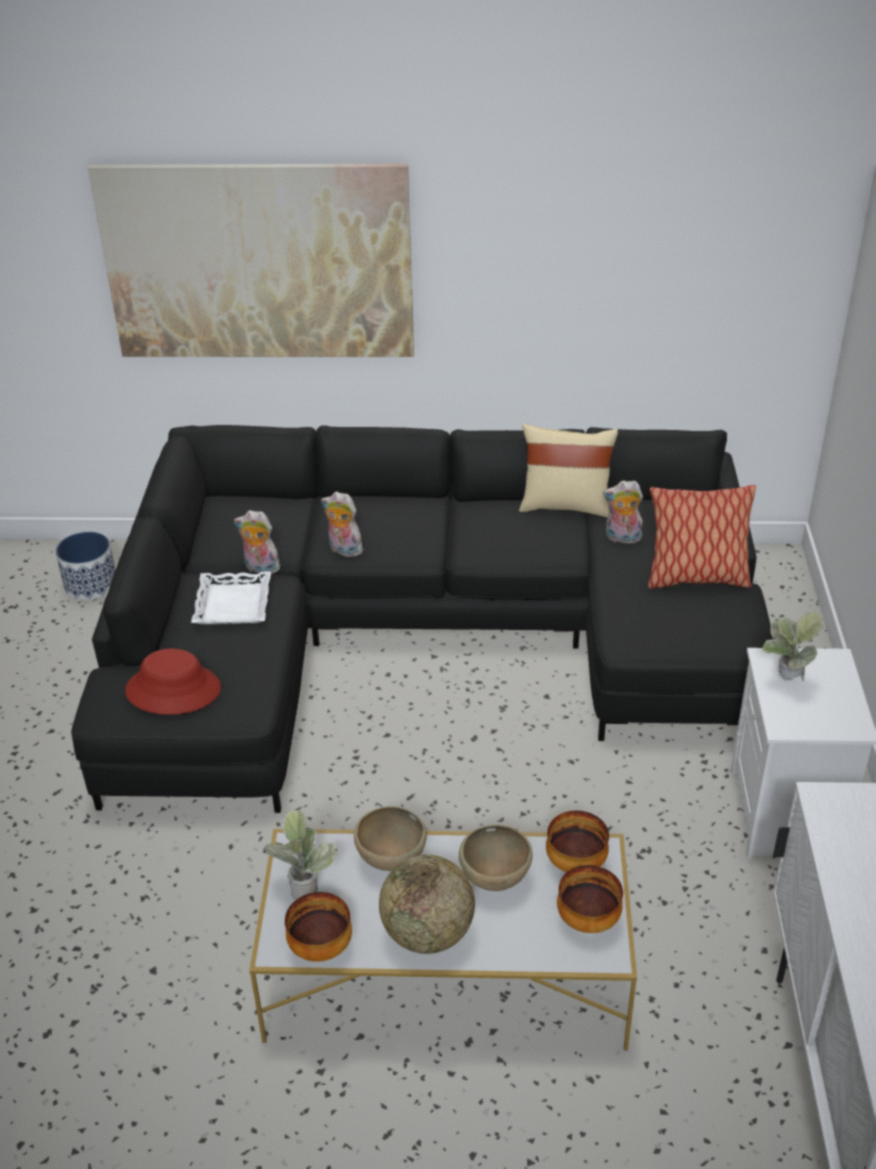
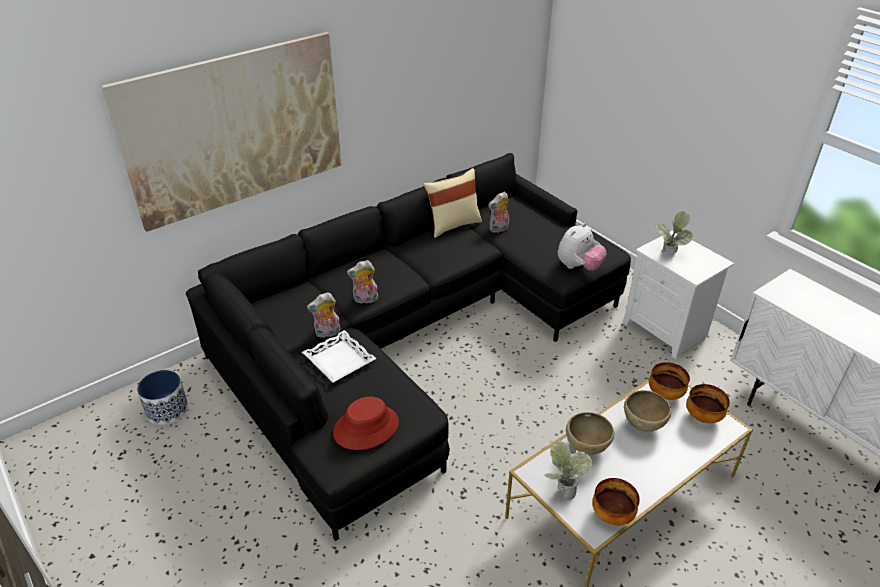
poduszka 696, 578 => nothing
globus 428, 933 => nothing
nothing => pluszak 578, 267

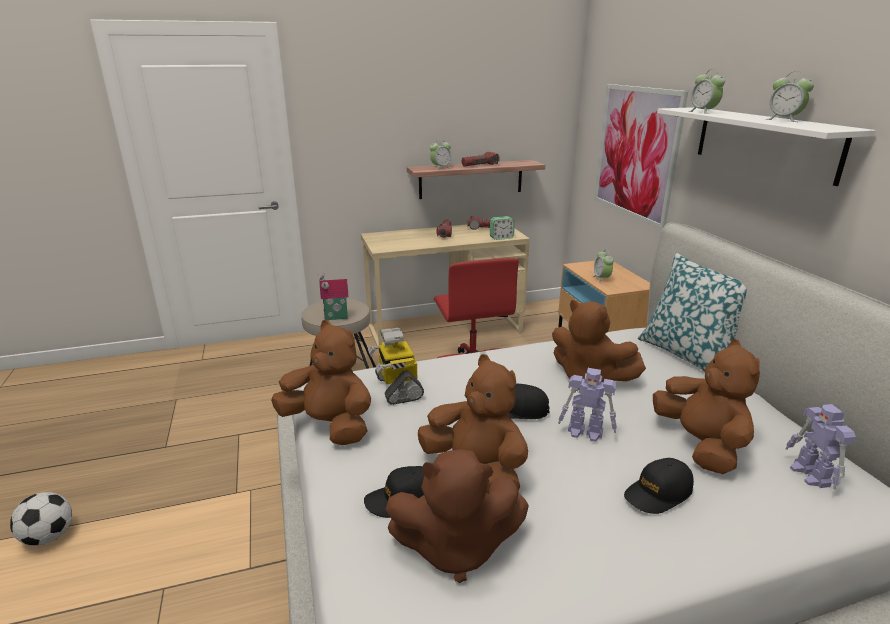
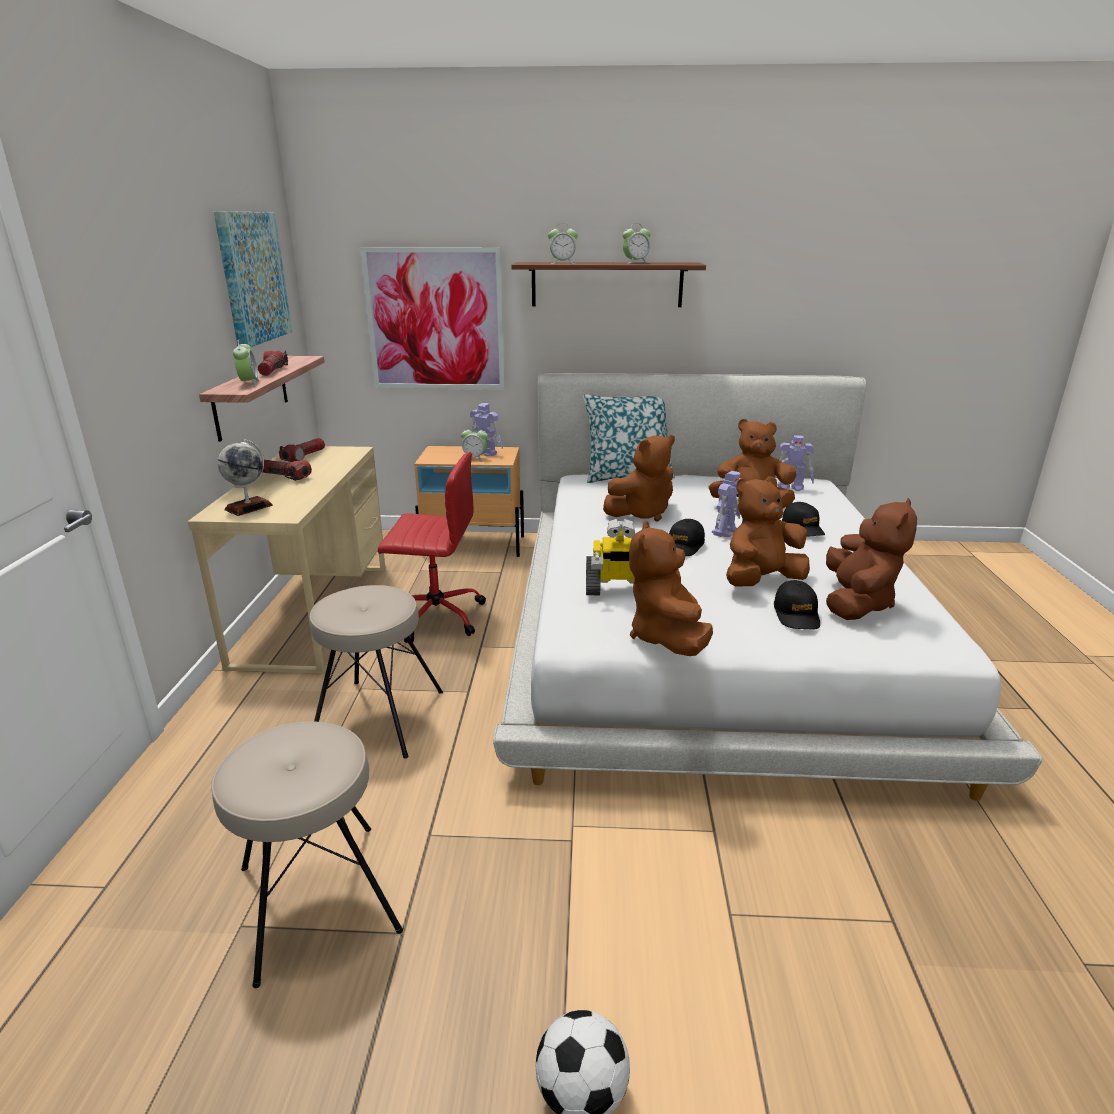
półka/biały 764, 142 => półka/brązowy 607, 284
budzik 501, 238 => nothing
domek 336, 318 => nothing
pluszak/brązowy 329, 425 => pluszak/brązowy 667, 638, 45 degrees counterclockwise
nothing => obraz 253, 278
nothing => robot zabawkowy 485, 453
nothing => globus 249, 507
nothing => stołek/beżowy 316, 899

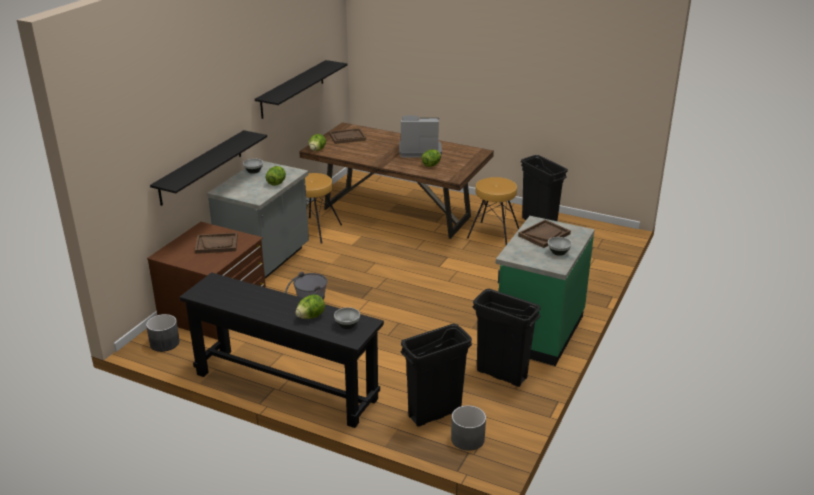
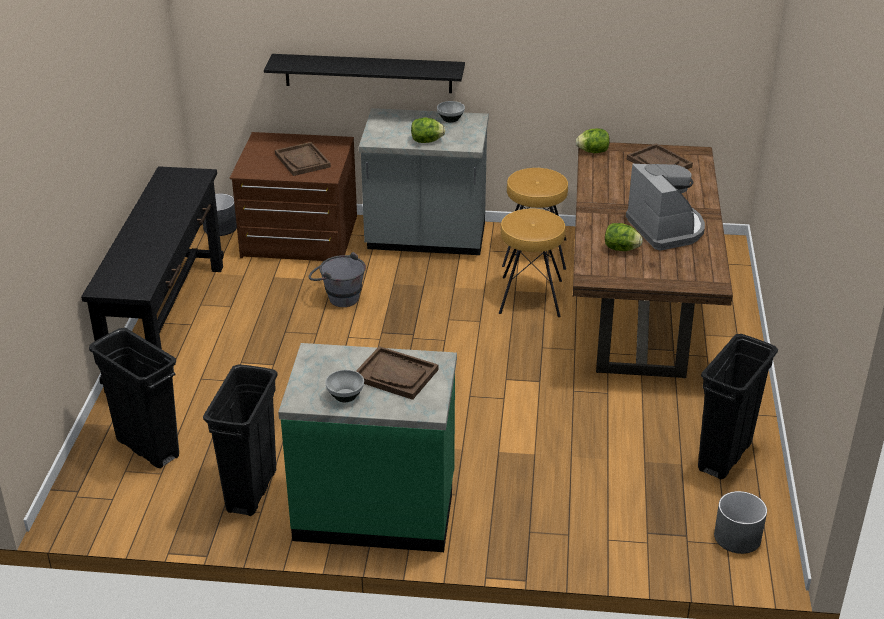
półka/czarny 292, 89 => nothing
stołek/brązowy 493, 234 => stołek/brązowy 530, 296, move
sałata 311, 316 => nothing
miska 347, 325 => nothing
donica/szary 468, 439 => donica/szary 737, 537, move

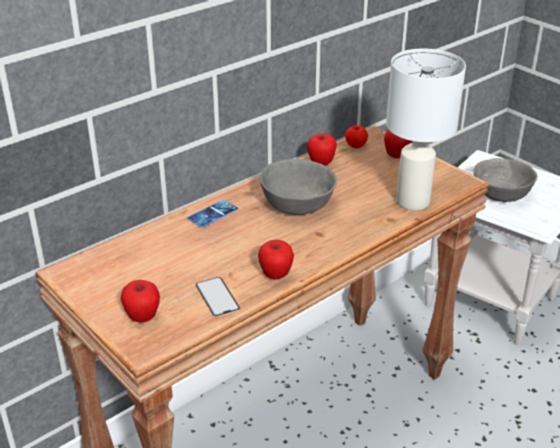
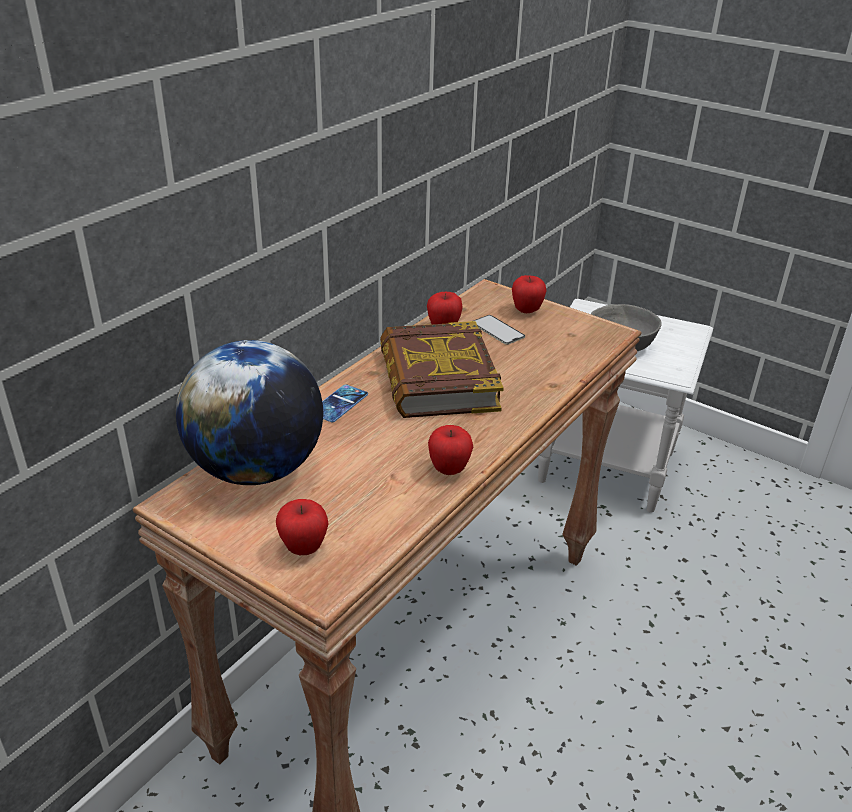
lampa stołowa/biały 414, 201 => nothing
jabłko 356, 146 => nothing
miska/szary 297, 204 => książka 437, 379
telefon 217, 297 => telefon 497, 330, move
nothing => globus 256, 469

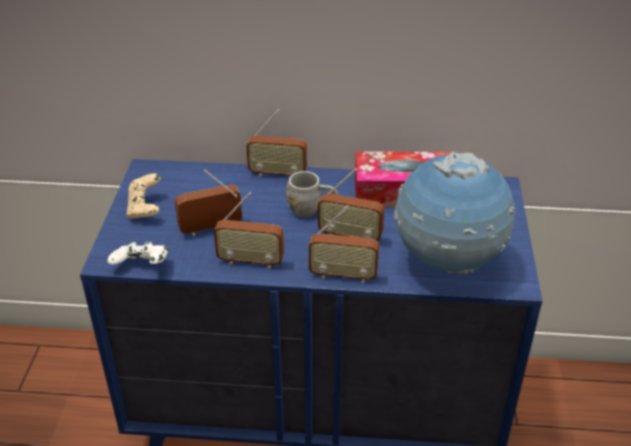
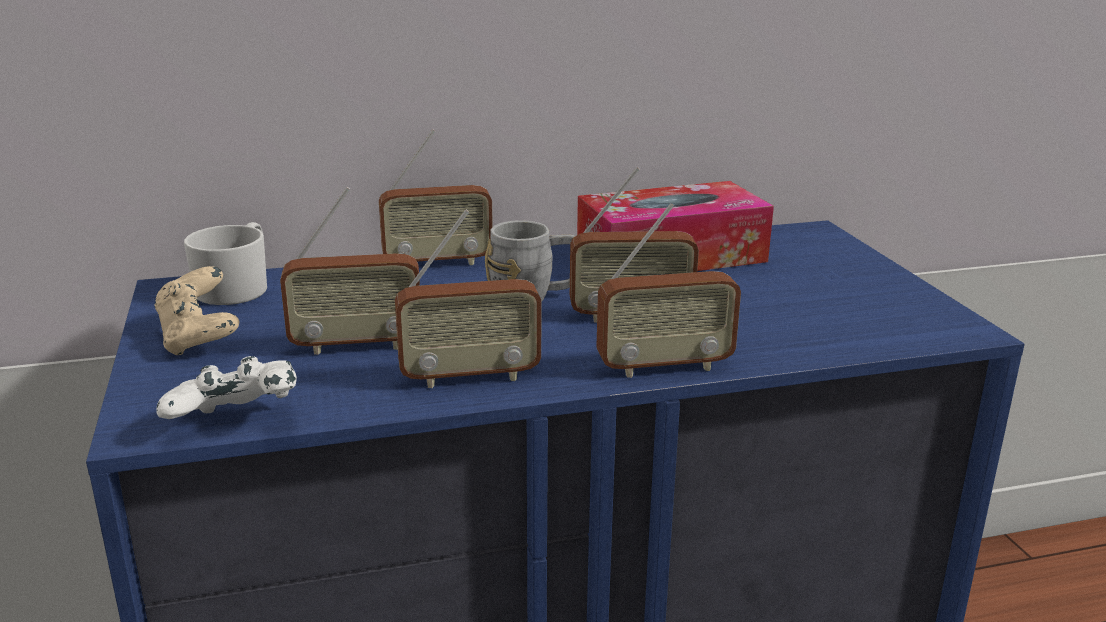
globus 447, 262 => nothing
radio 211, 228 => radio 356, 345, 150 degrees counterclockwise
nothing => kubek/biały 237, 287

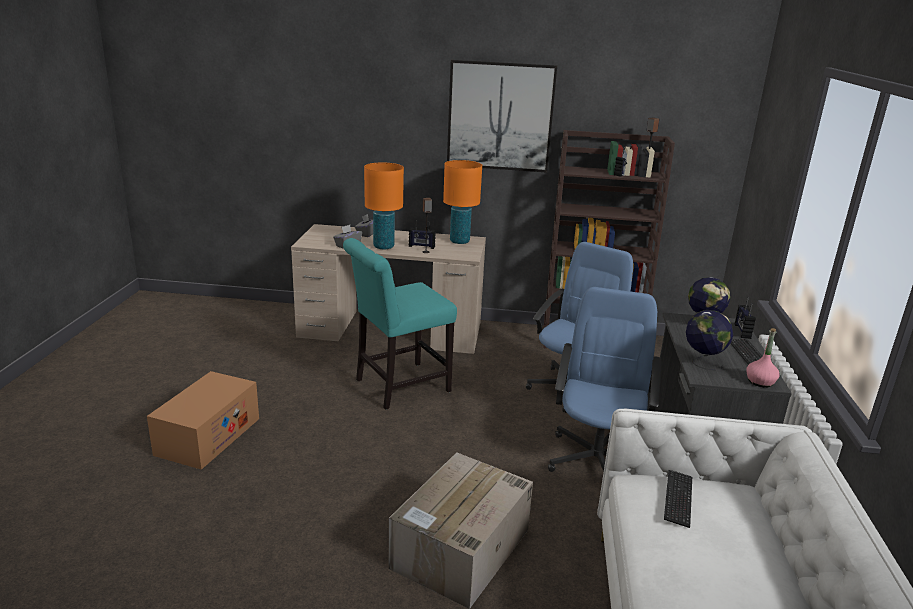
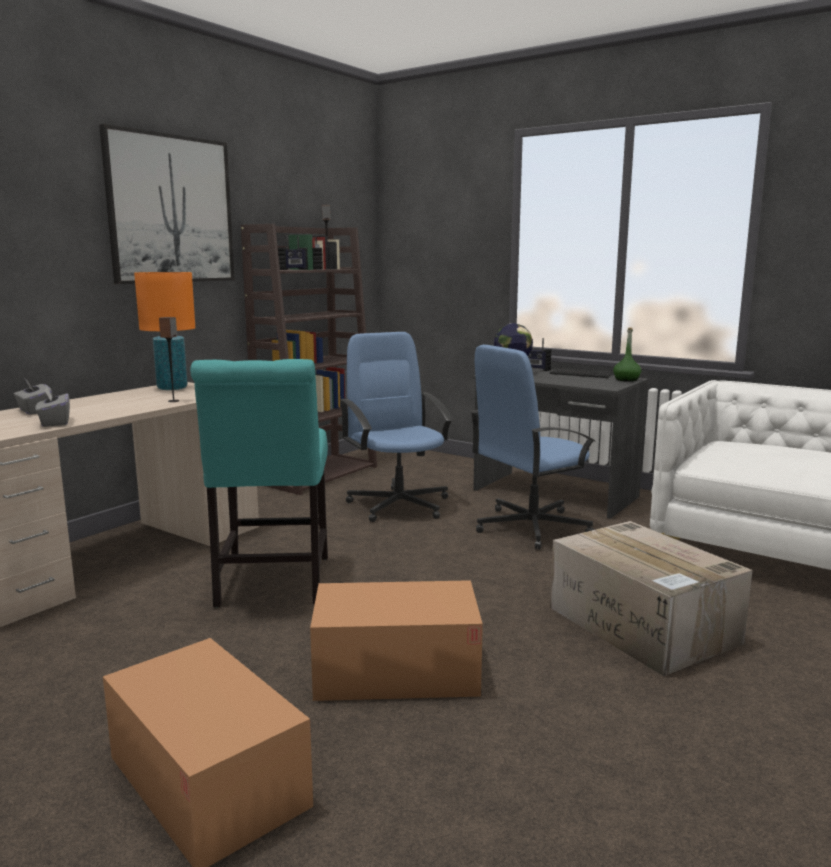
lampa stołowa/pomarańczowy 383, 246 => nothing
radio 421, 246 => radio 293, 269, move
krzesło biurowe/niebieski 597, 459 => krzesło biurowe/niebieski 530, 527, 75 degrees counterclockwise
globus 702, 363 => nothing
butelka/różowy 760, 382 => butelka/zielony 626, 380
klawiatura 678, 499 => nothing
nothing => karton 396, 671

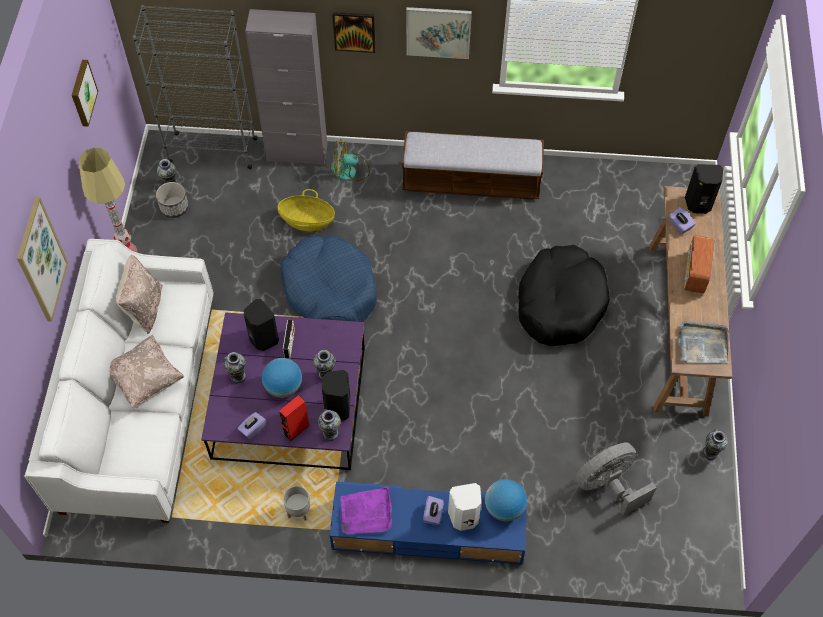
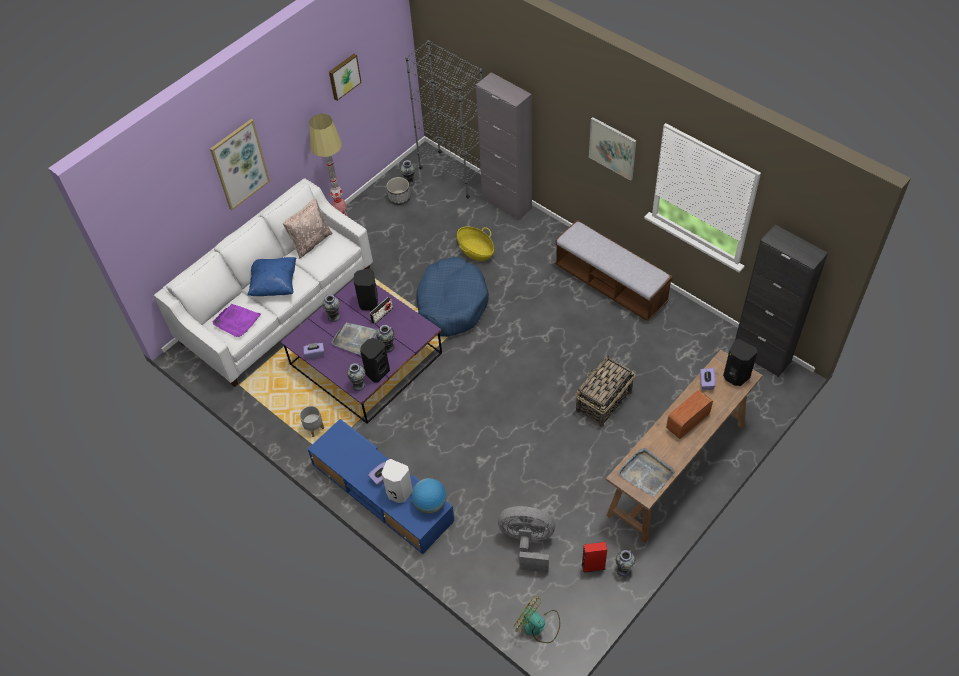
obraz 354, 31 => nothing
wentylator 349, 171 => wentylator 538, 626, move
legowisko/czarny 560, 303 => koszyk 603, 401
poduszka/beżowy 146, 379 => poduszka/niebieski 274, 284
globus 283, 387 => taca/szary 355, 339
głośnik/czerwony 296, 430 => głośnik/czerwony 593, 567, move
taca/fioletowy 366, 513 => taca/fioletowy 237, 321, move
nothing => szafka/czarny 761, 355

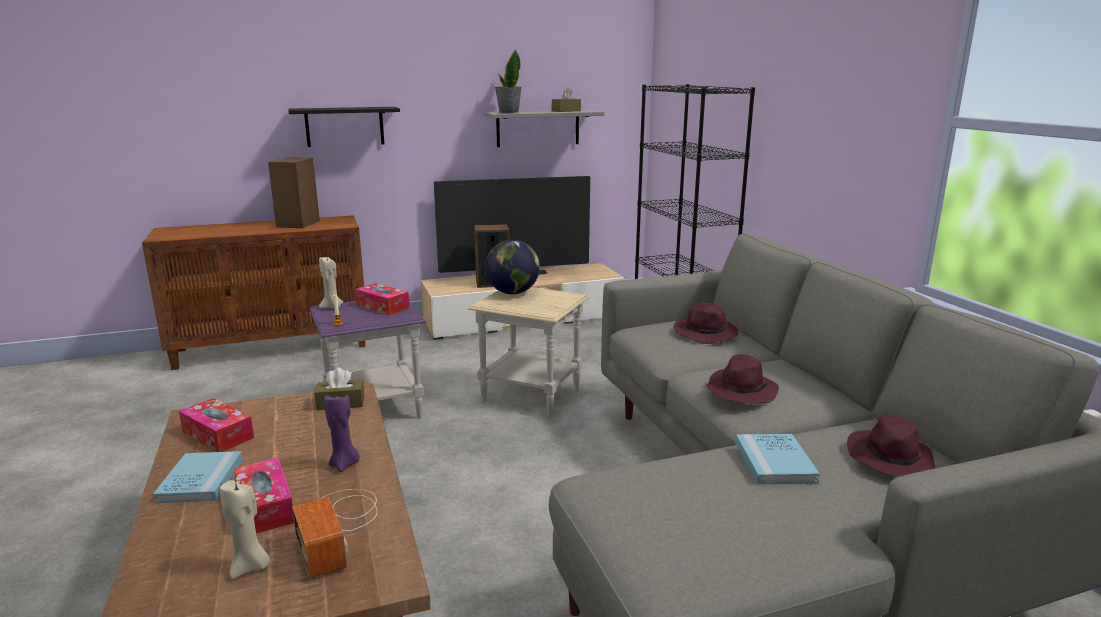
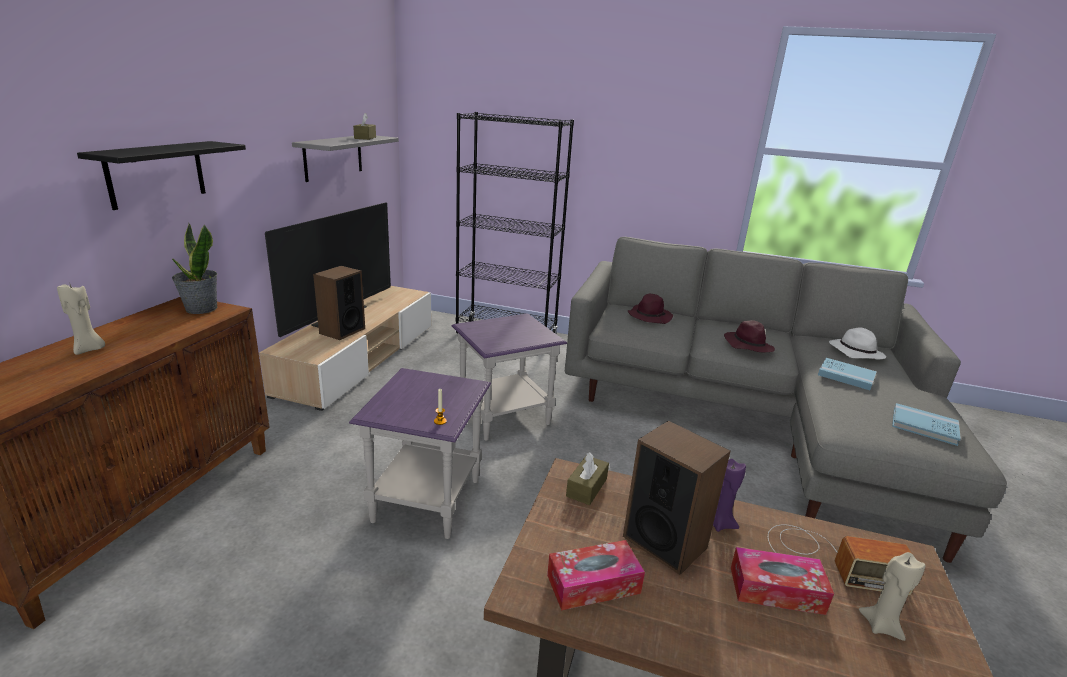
roślina doniczkowa 508, 112 => roślina doniczkowa 201, 309, move
głośnik 298, 224 => głośnik 664, 541, move
globus 512, 293 => nothing
świeca/beżowy 332, 307 => świeca/beżowy 89, 349, move
pudełko chusteczek 382, 306 => nothing
stolik/beżowy 532, 394 => stolik/fioletowy 505, 416
kapelusz/fioletowy 889, 459 => kapelusz/biały 854, 352
książka/niebieski 201, 480 => książka/niebieski 924, 426, move

